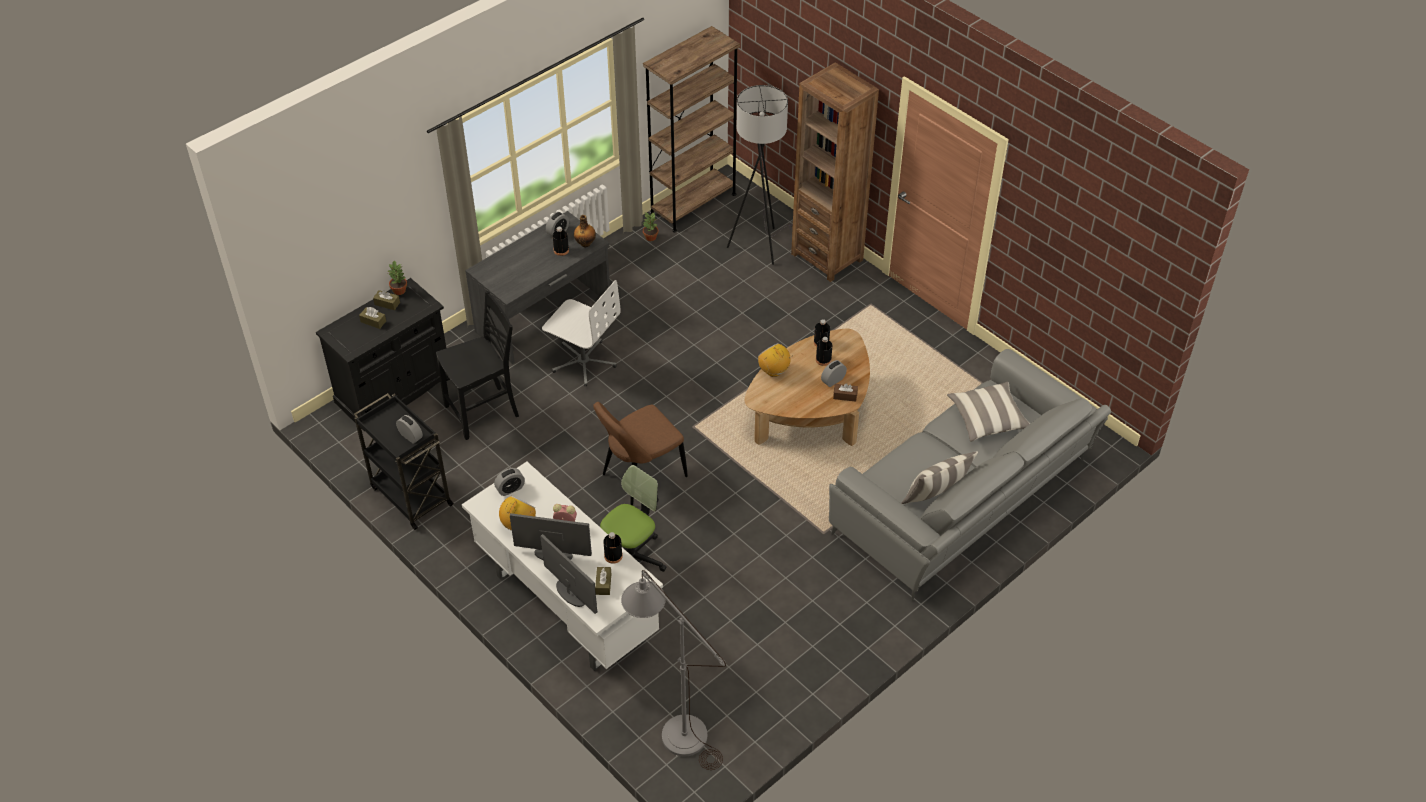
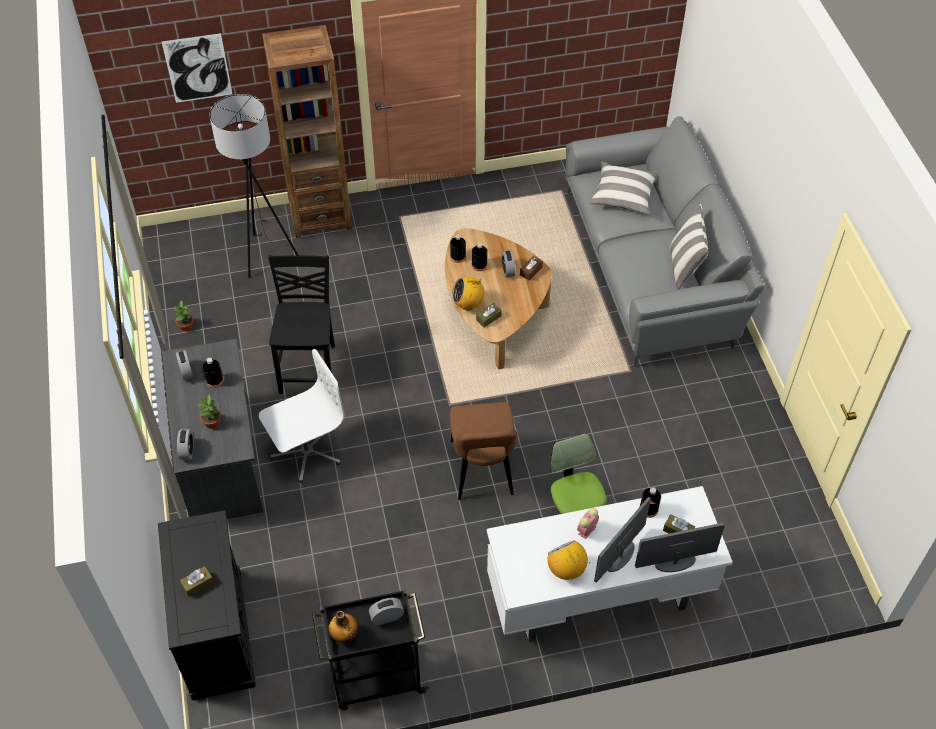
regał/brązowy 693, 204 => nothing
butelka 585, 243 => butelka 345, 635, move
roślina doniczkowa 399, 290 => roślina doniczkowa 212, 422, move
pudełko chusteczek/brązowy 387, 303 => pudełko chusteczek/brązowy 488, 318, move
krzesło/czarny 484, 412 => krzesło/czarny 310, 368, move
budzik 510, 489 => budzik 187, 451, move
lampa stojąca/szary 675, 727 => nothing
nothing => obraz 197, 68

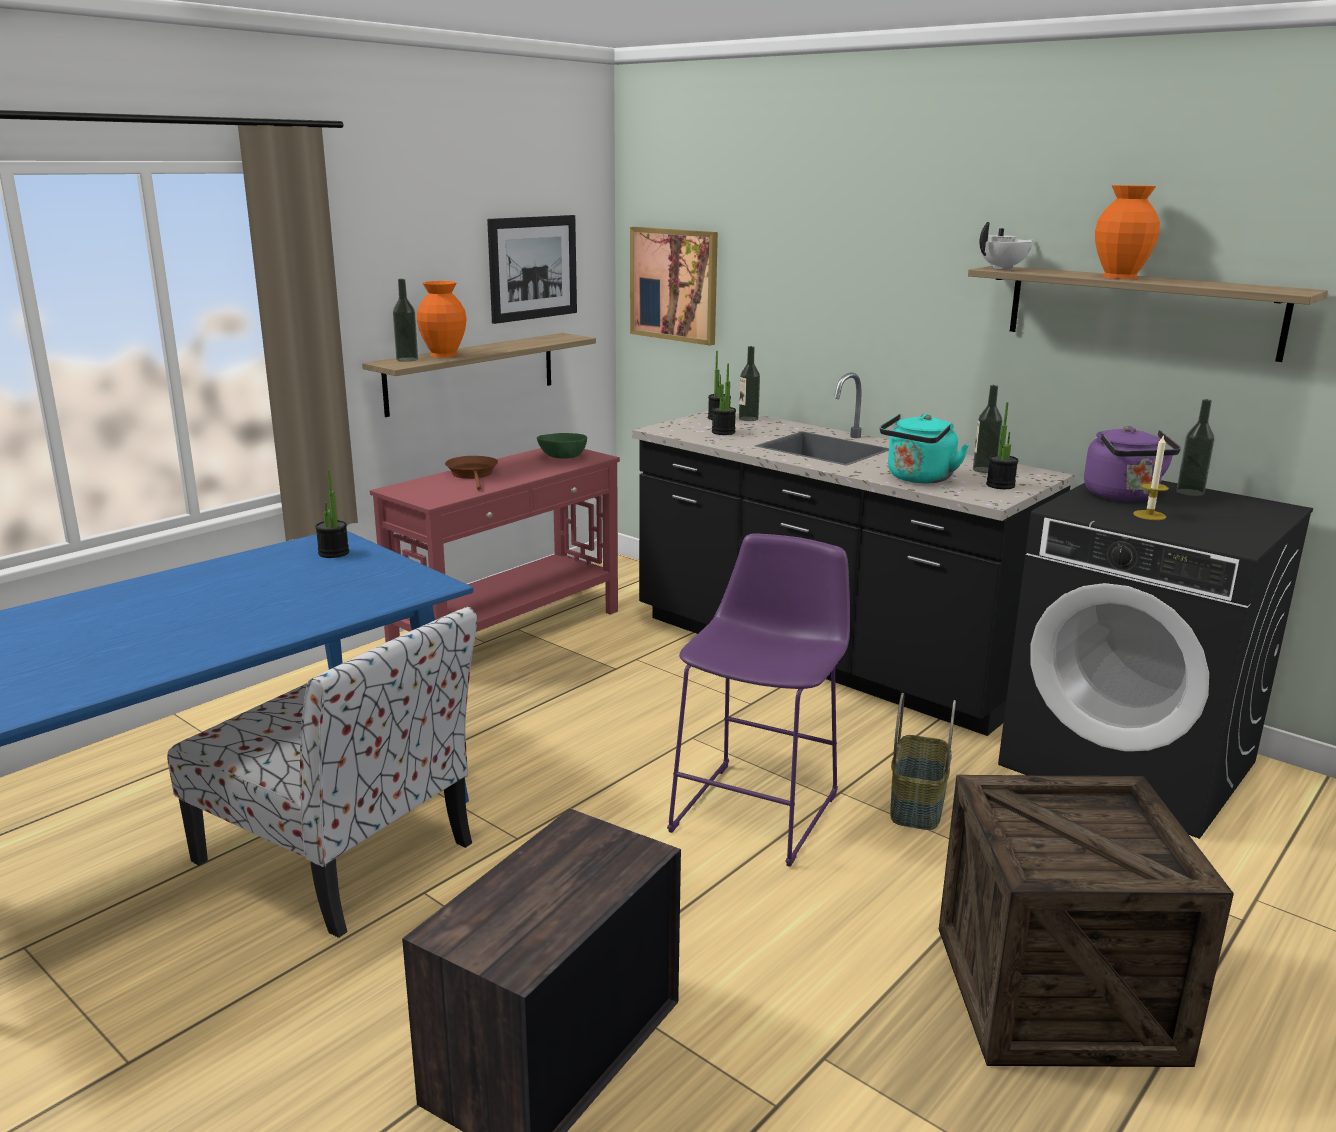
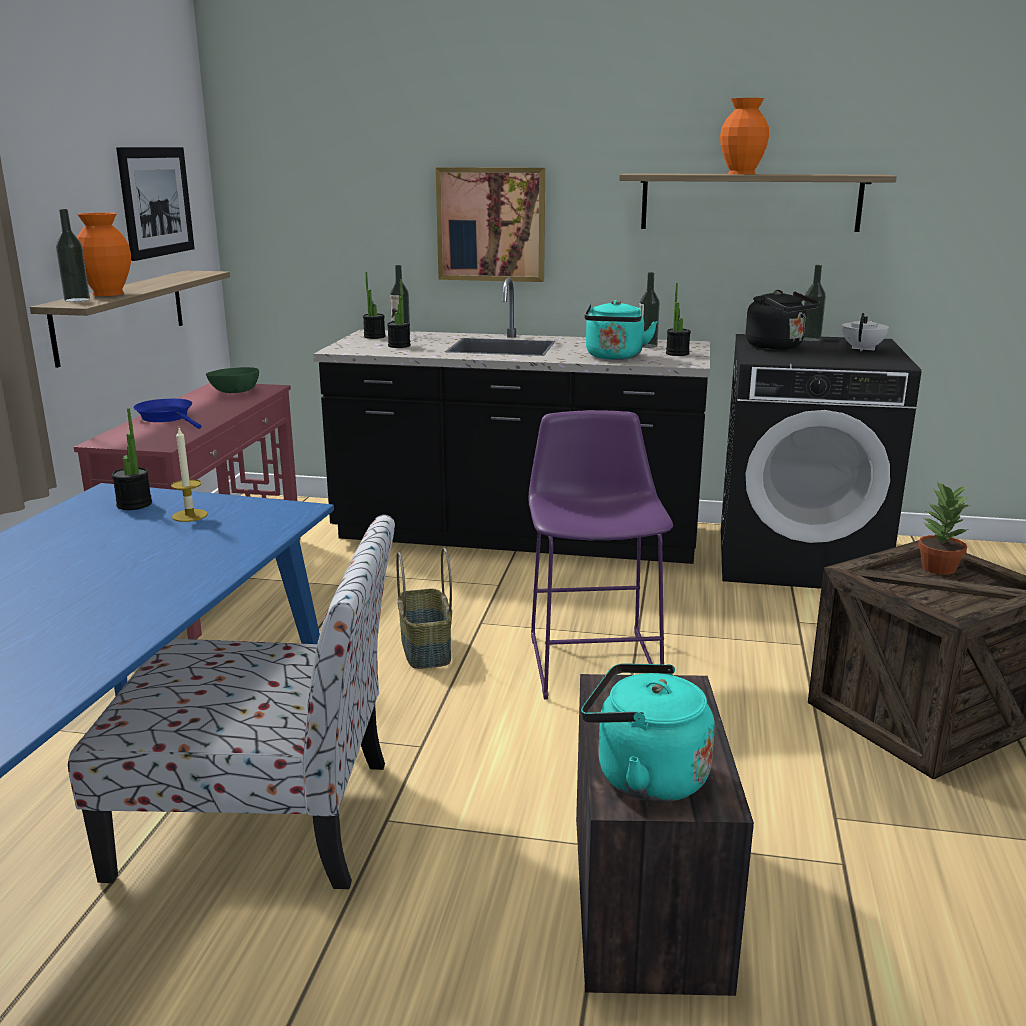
imbryk/biały 1003, 268 => imbryk/biały 863, 349, move
obraz 674, 284 => obraz 491, 224, move
czajnik/fioletowy 1123, 496 => czajnik/czarny 777, 347
świeca 1149, 515 => świeca 190, 515, move
patelnia/brązowy 473, 475 => patelnia/niebieski 168, 418
koszyk 915, 804 => koszyk 424, 649, move
nothing => roślina doniczkowa 937, 568
nothing => czajnik/turkusowy 644, 776

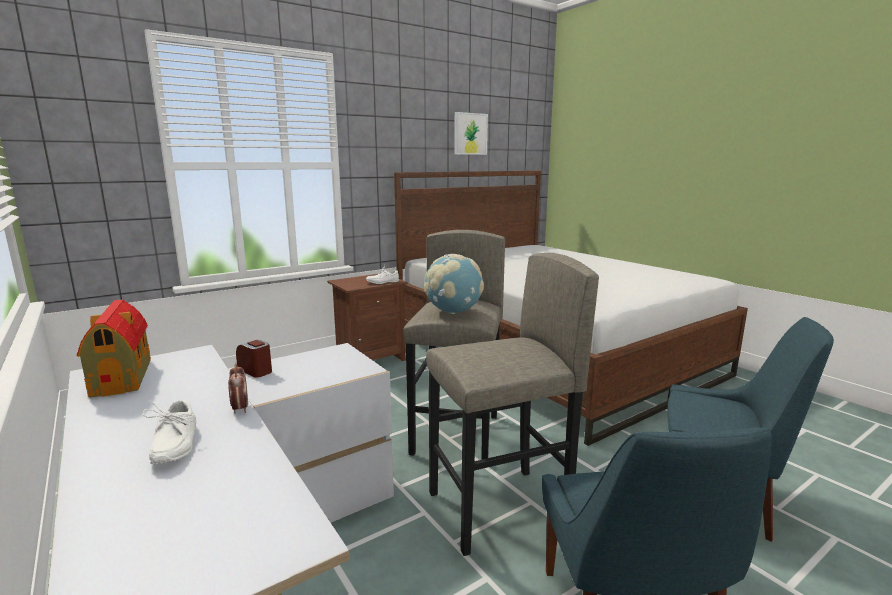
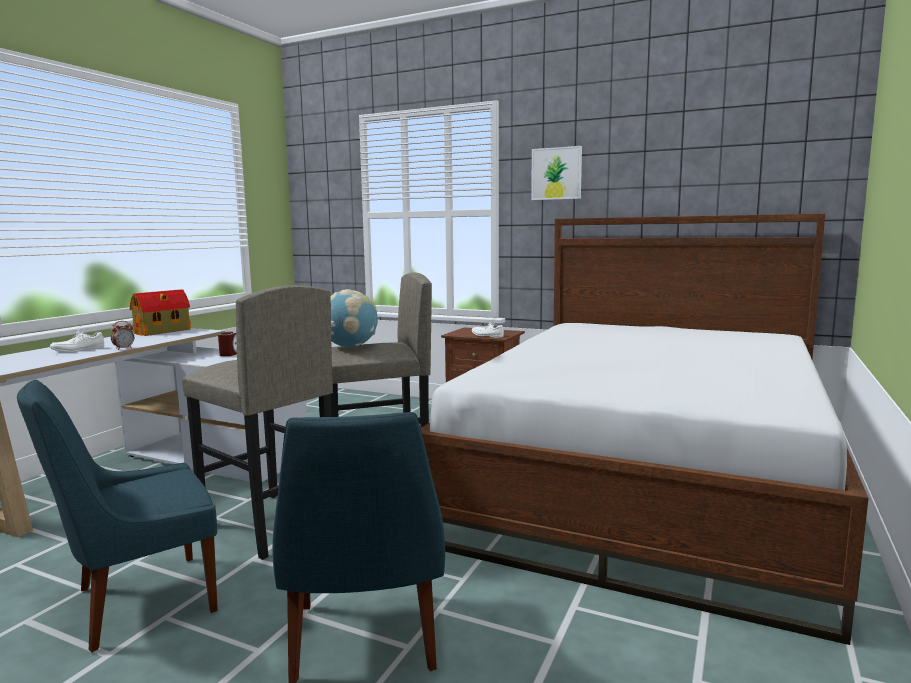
obraz 470, 134 => obraz 556, 173, move

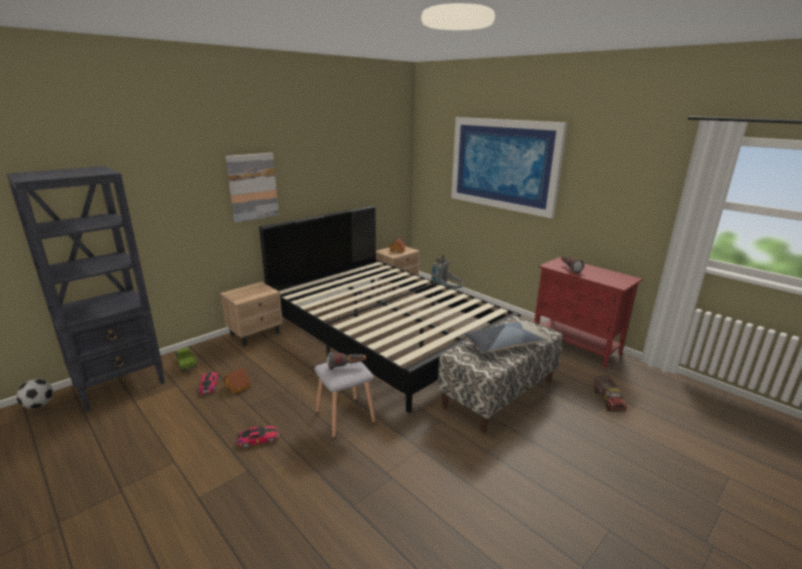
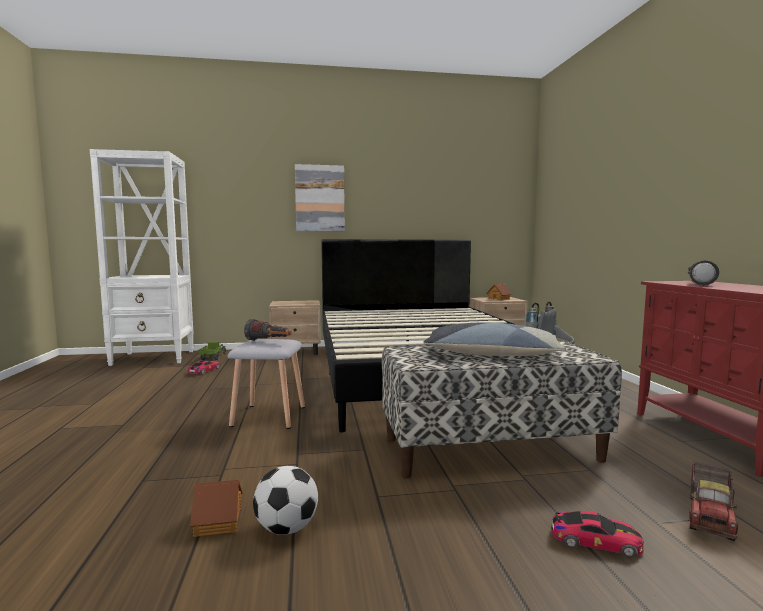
obraz 503, 164 => nothing
regał/czarny 120, 384 => regał/biały 154, 358
domek 238, 386 => domek 219, 521, move
piłka futbolowa 39, 405 => piłka futbolowa 286, 528, move
samochodzik 258, 439 => samochodzik 595, 541, move

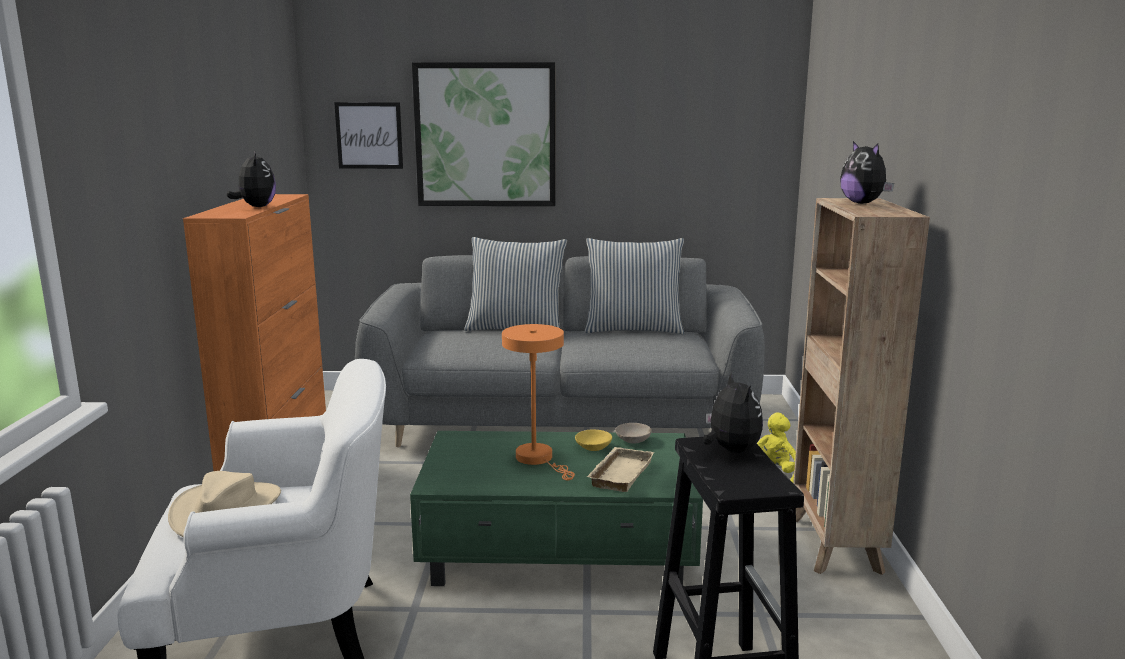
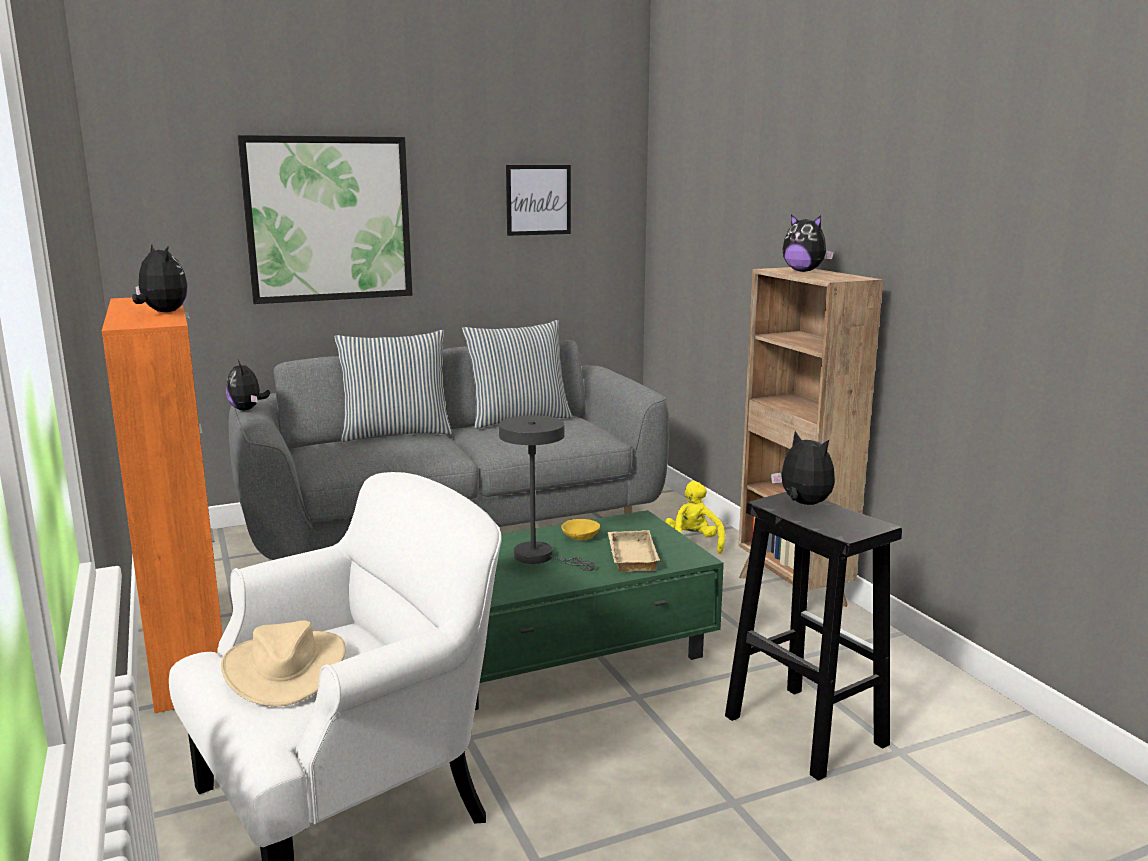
obraz 369, 135 => obraz 538, 200, move
lampa stołowa/pomarańczowy 538, 459 => lampa stołowa/szary 540, 557
miska/beżowy 634, 440 => nothing
nothing => pluszak 247, 409

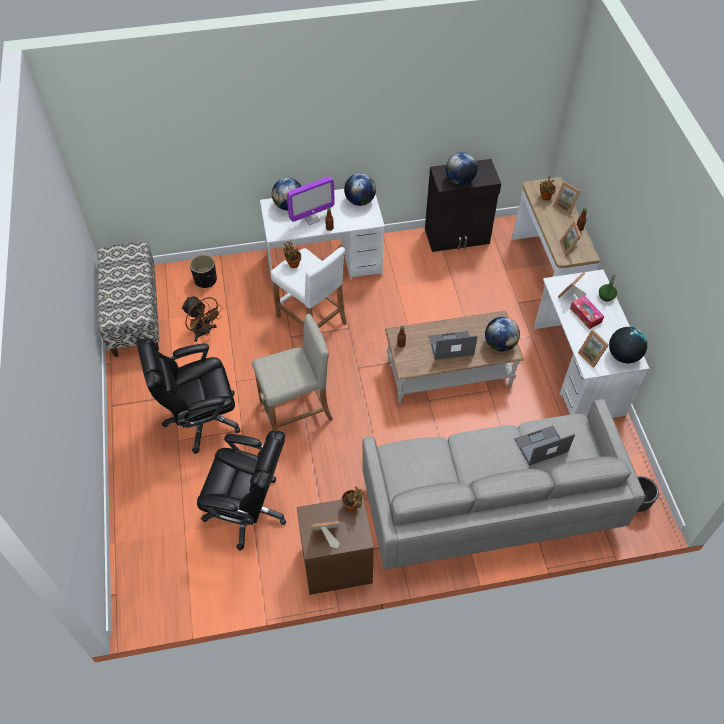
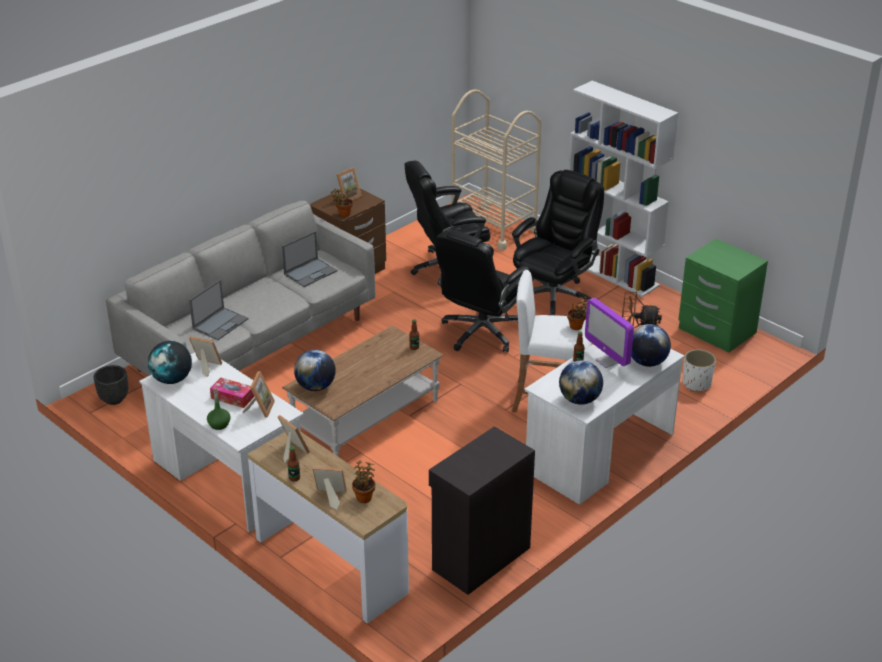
globus 460, 180 => nothing
monitor 311, 218 => monitor 607, 361, 60 degrees counterclockwise
ławka 134, 314 => szafka nocna/zielony 716, 331
donica/czarny 205, 280 => donica/biały 696, 383
stołek/beżowy 296, 411 => krzesło biurowe/czarny 480, 333
laptop 450, 346 => laptop 311, 272, move
nothing => regał/biały 611, 272
nothing => wózek/beżowy 493, 227

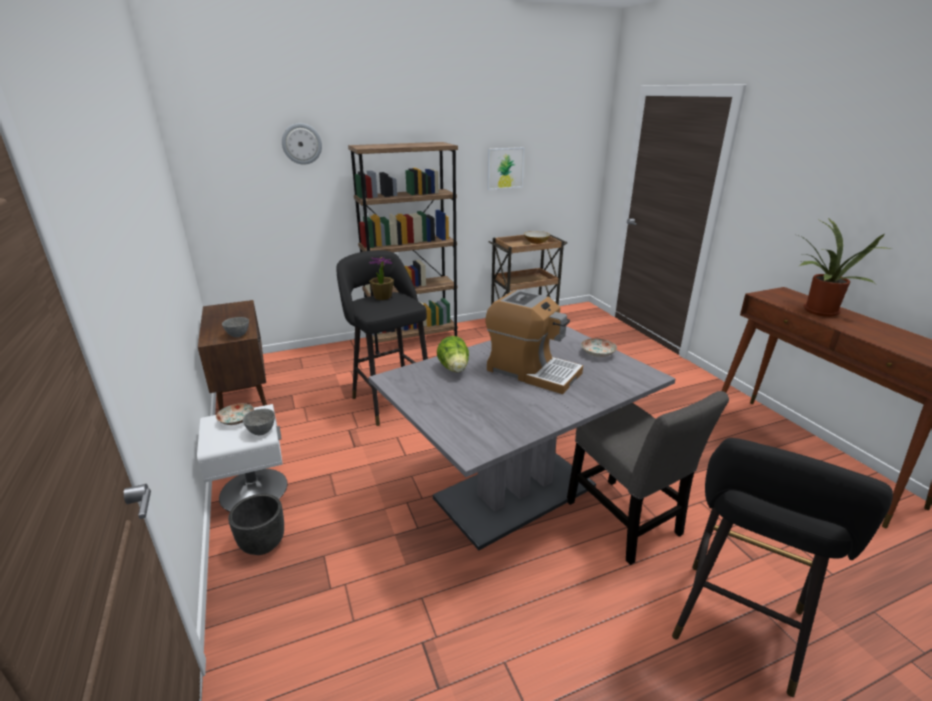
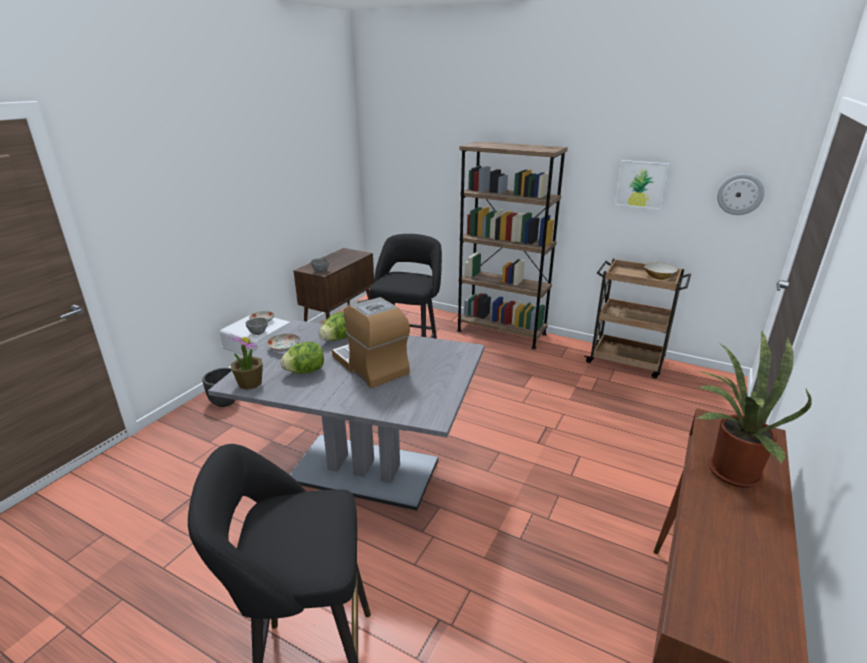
zegar ścienny 301, 144 => zegar ścienny 740, 194, move
roślina doniczkowa 382, 297 => roślina doniczkowa 250, 383, move
ekspres do kawy 532, 371 => ekspres do kawy 371, 366, 150 degrees clockwise
talerz 598, 353 => talerz 284, 348, move
krzesło/szary 626, 522 => nothing
nothing => sałata 305, 371

